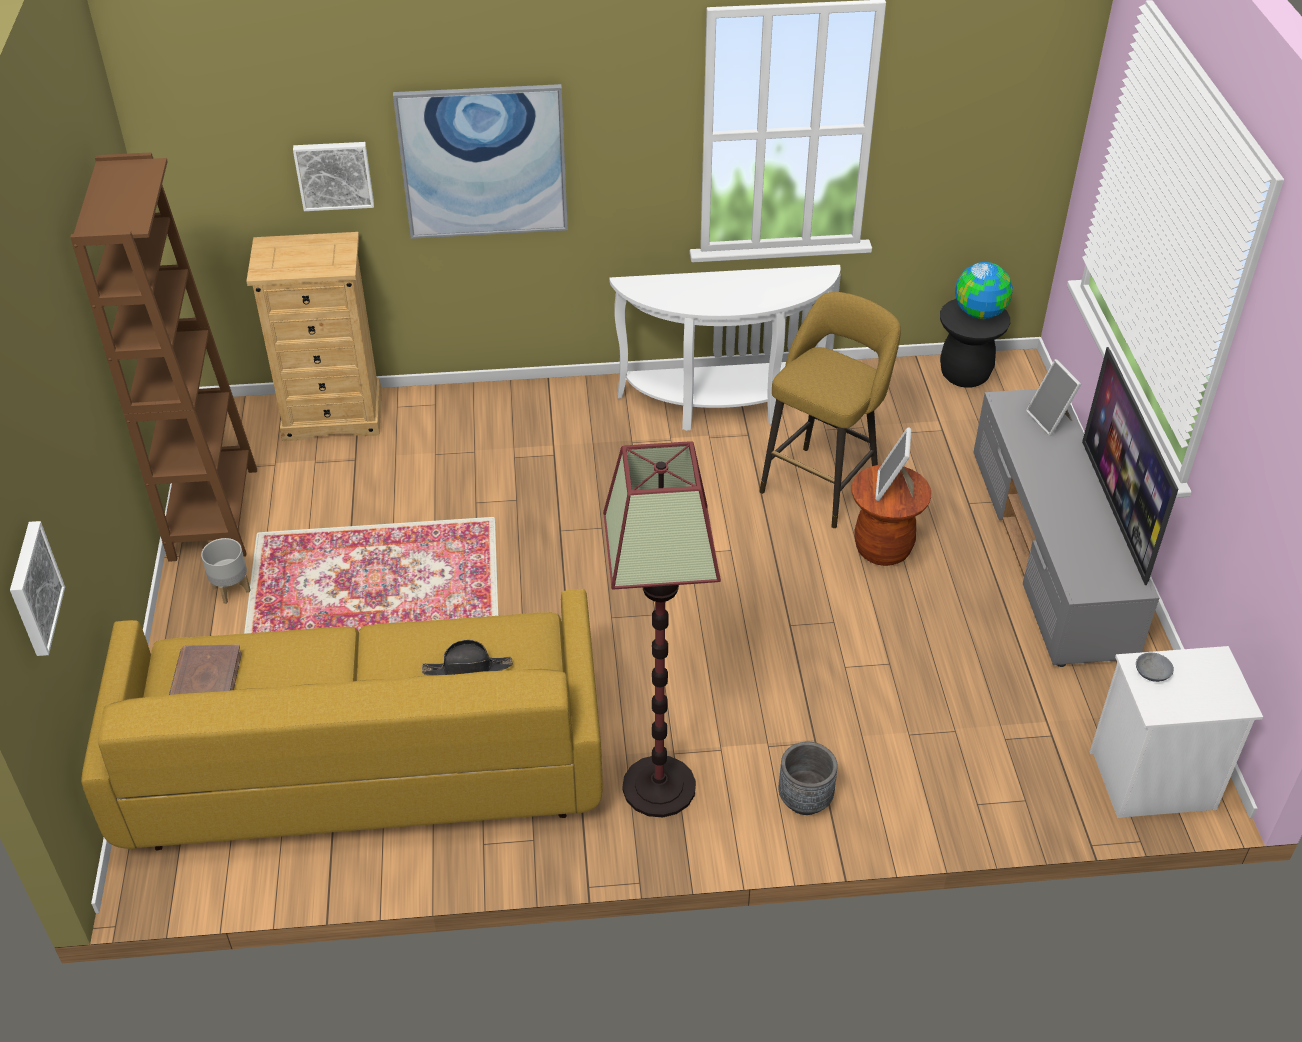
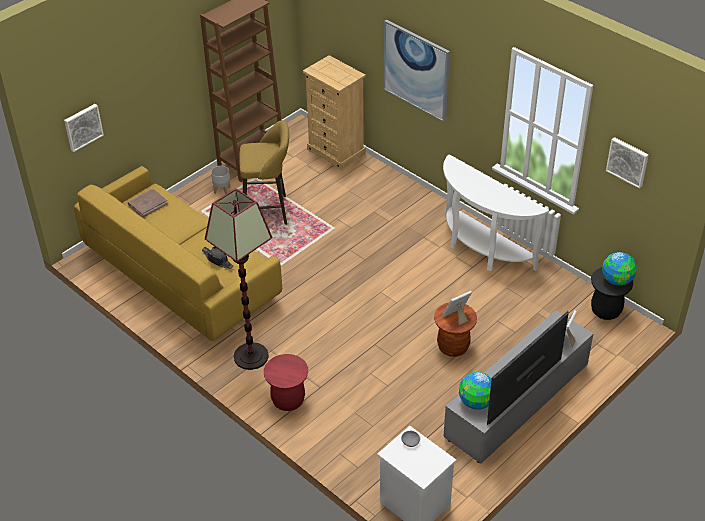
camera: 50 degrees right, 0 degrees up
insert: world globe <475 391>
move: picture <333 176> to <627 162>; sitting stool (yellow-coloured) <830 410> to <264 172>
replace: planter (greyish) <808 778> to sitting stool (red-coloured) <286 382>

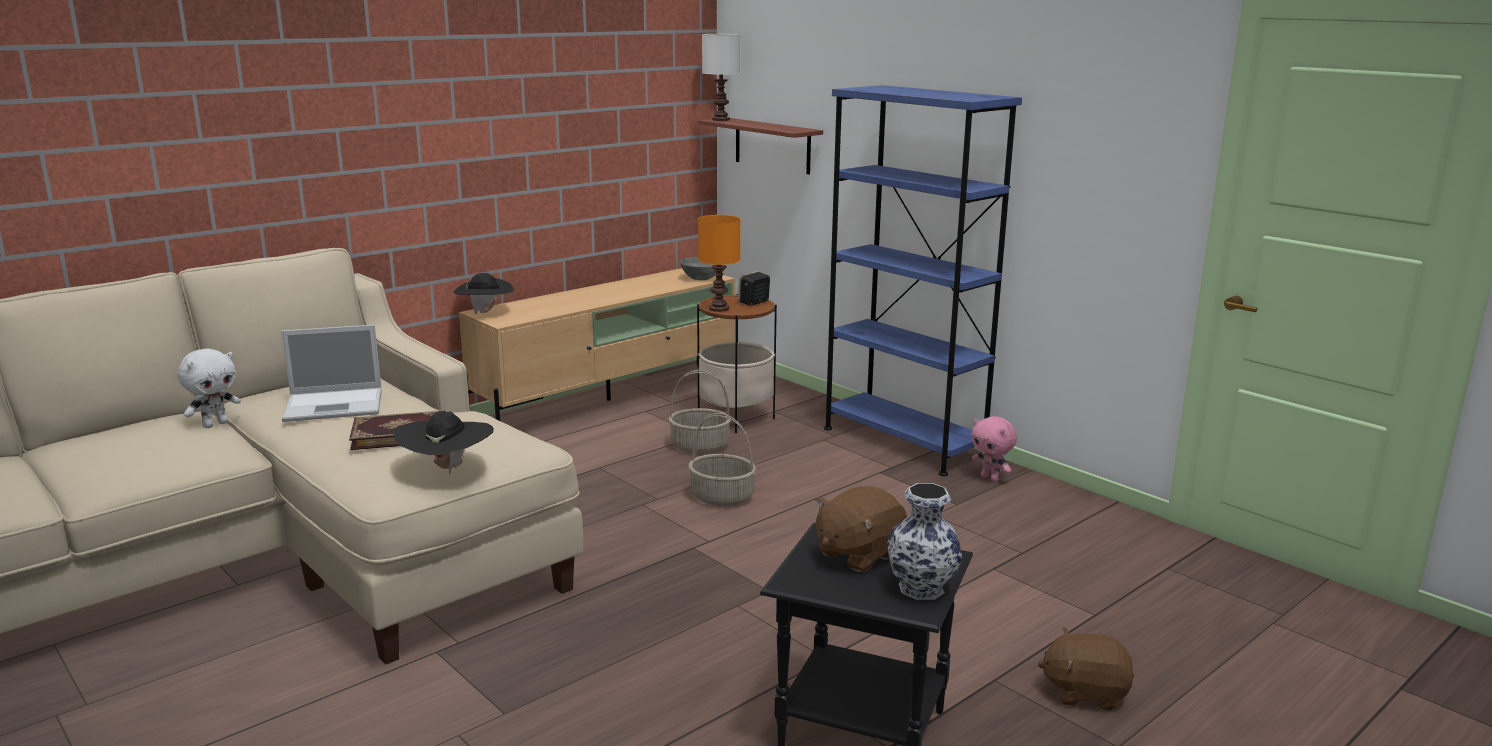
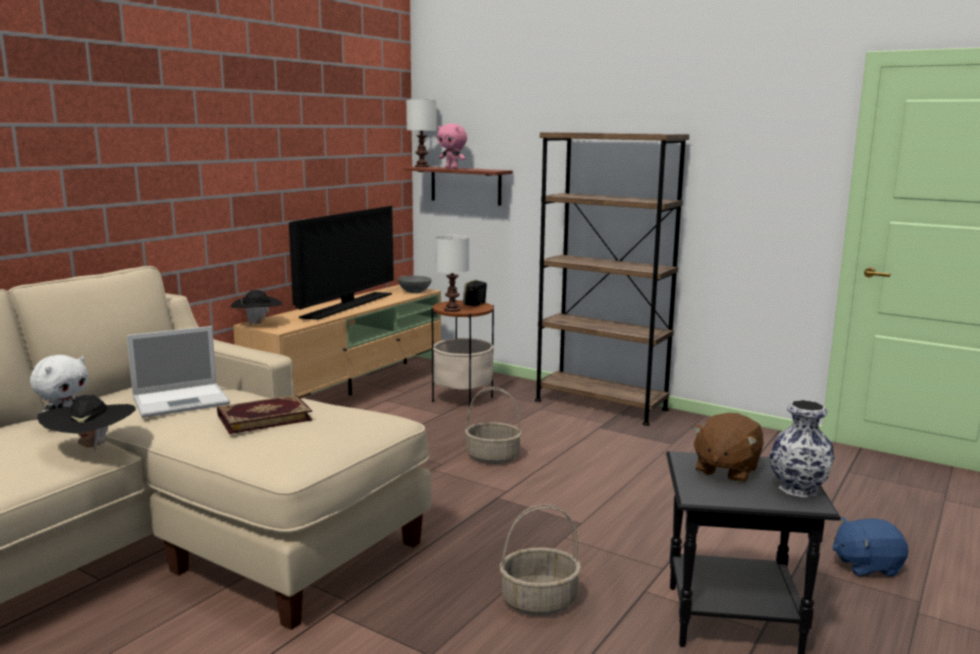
camera: 15 degrees left, 5 degrees down
insert: television <341 263>
move: clothing hat (black-coloured) <443 442> to <86 423>; basket <699 412> to <540 560>; cuddly toy (pink) <994 449> to <452 146>
recolor: table lamp (orangey) <719 263> to table lamp (white) <452 273>; bookcase (bluish) <923 280> to bookcase (brown) <612 279>; cuddly toy (brown) <1086 669> to cuddly toy (bluish) <870 547>

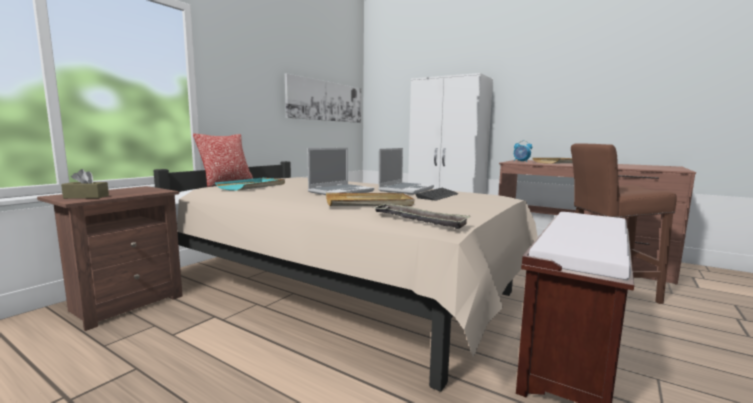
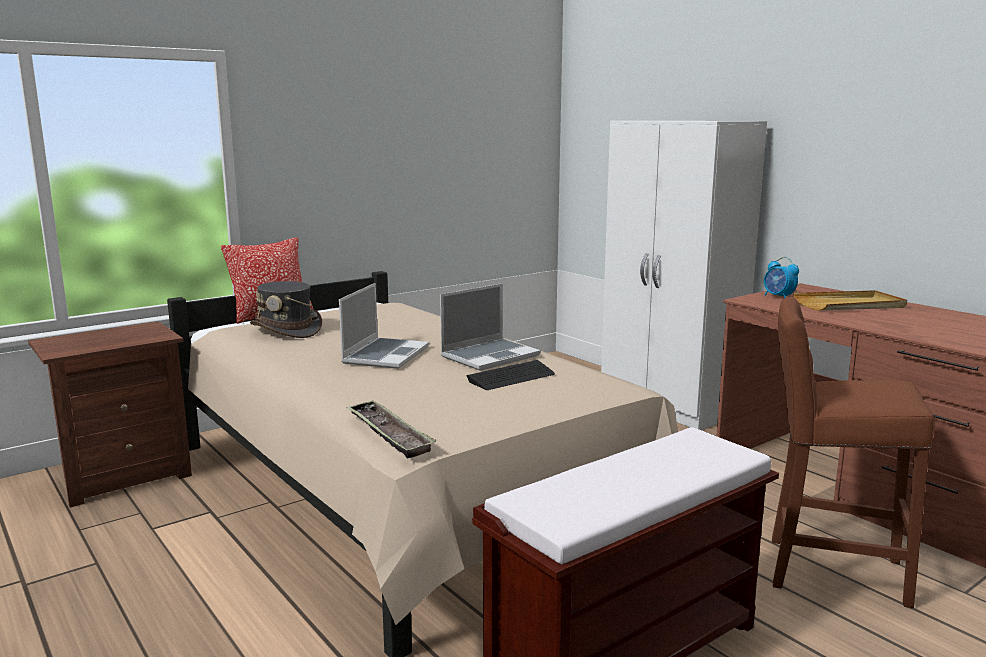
camera: 20 degrees right, 5 degrees up
delete: tissue holder (brown) <85 184>; picture <323 98>; serving tray (beige) <370 199>
replace: serving tray (blue-green) <250 184> to clothing hat (greyish) <286 309>
rotate: laptop <341 171> = <384 326> 45 degrees counterclockwise

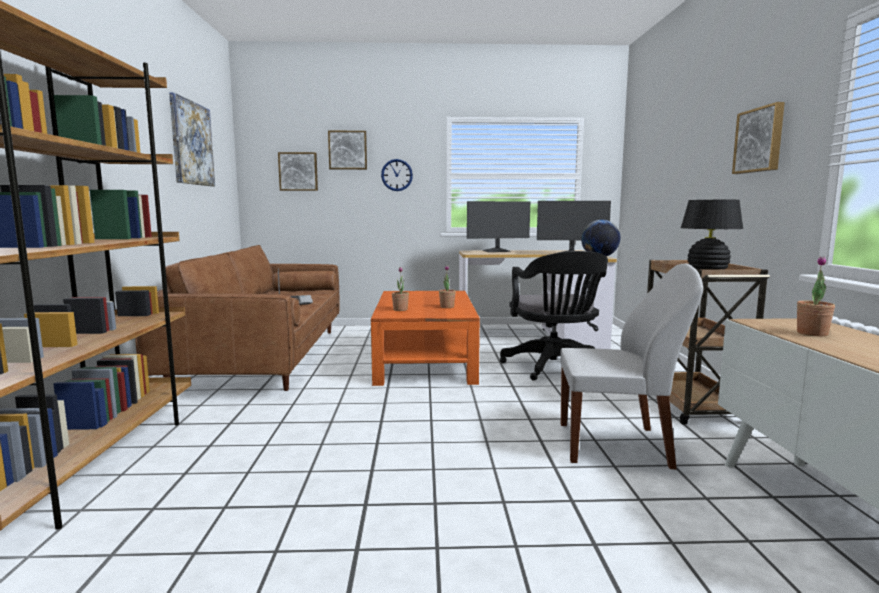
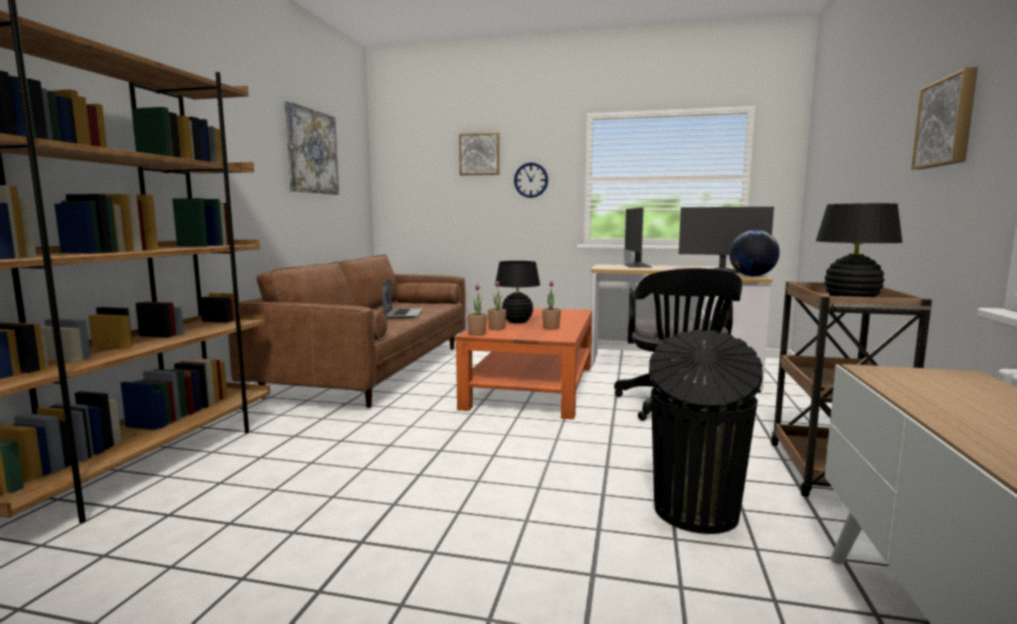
camera: 15 degrees right, 0 degrees up
delete: picture <298 171>
insert: table lamp (black-coloured) <517 292>
move: houseplant <816 296> to <477 310>
replace: chair (white) <631 366> to waste bin (black-coloured) <706 432>
rotate: computer display <498 226> = <638 238> 90 degrees clockwise

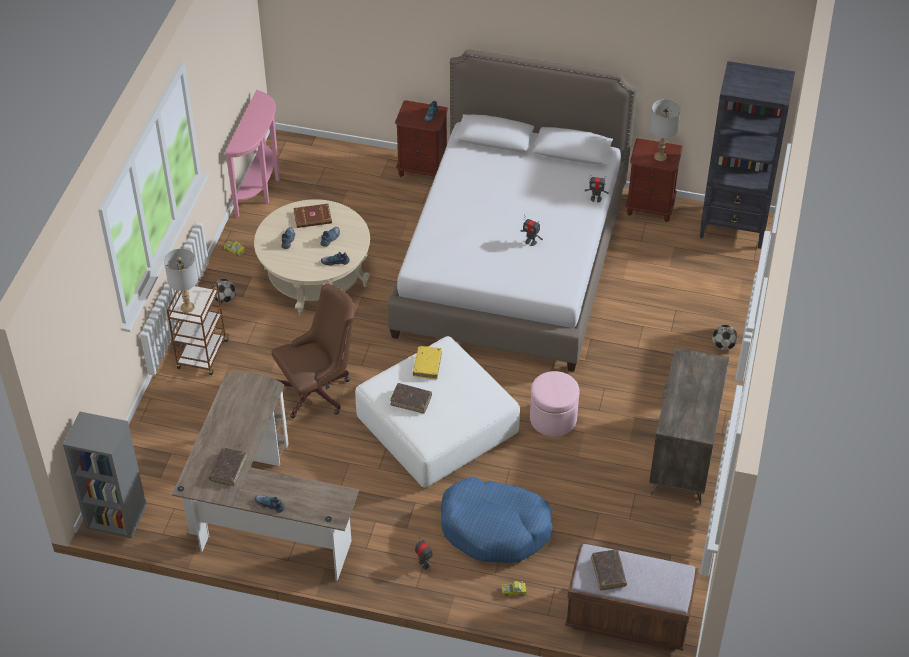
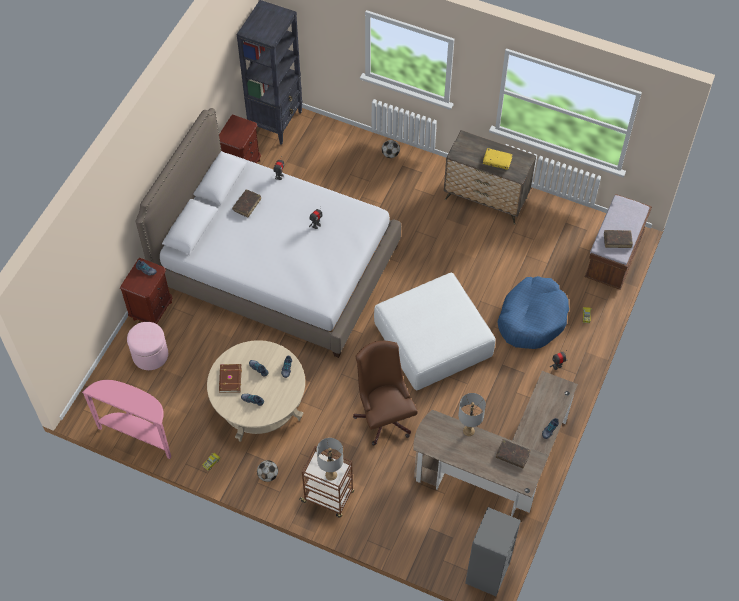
camera: 80 degrees left, 10 degrees up
move: volume (brown) <411 398> to <246 203>; volume (yellow-coloured) <427 362> to <497 159>; ottoman (pink) <555 404> to <147 346>; table lamp (greyish) <665 130> to <472 414>

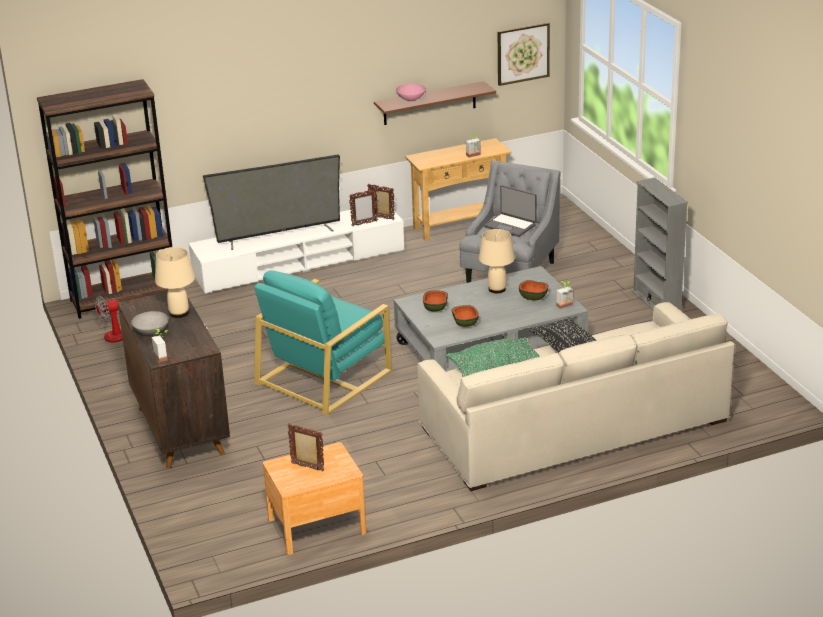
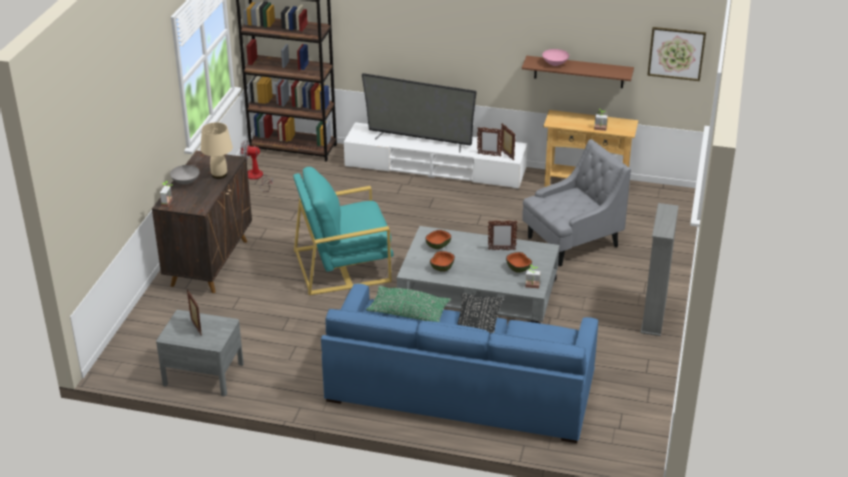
camera: 35 degrees right, 5 degrees up
delete: laptop <510 211>
replace: table lamp (beige) <497 261> to standing frame <502 235>
recolor: nightstand (brown) <314 498> to nightstand (greyish) <200 353>; settee (beige) <576 396> to settee (bluish) <459 363>

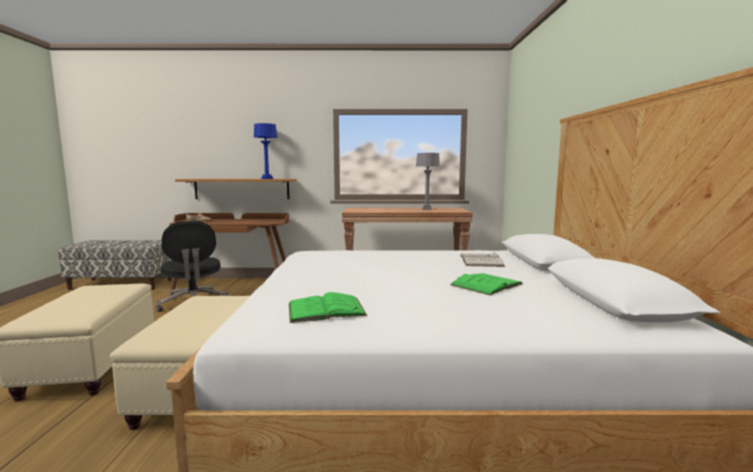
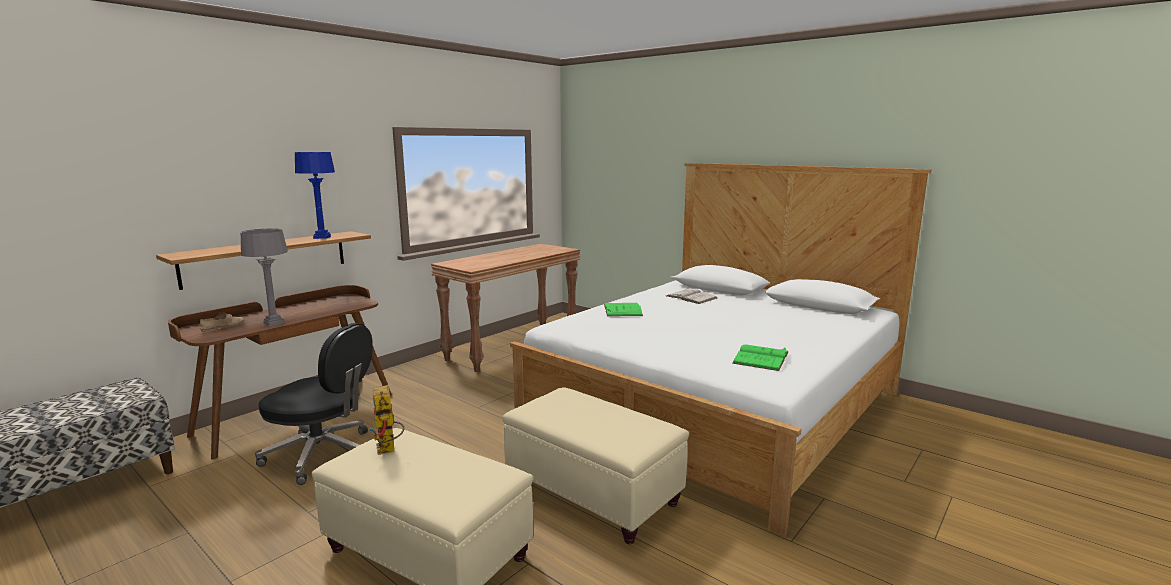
camera: 50 degrees left, 5 degrees up
insert: model robot <387 420>
move: table lamp (greyish) <428 181> to <264 277>; volume (greenish) <486 284> to <623 310>

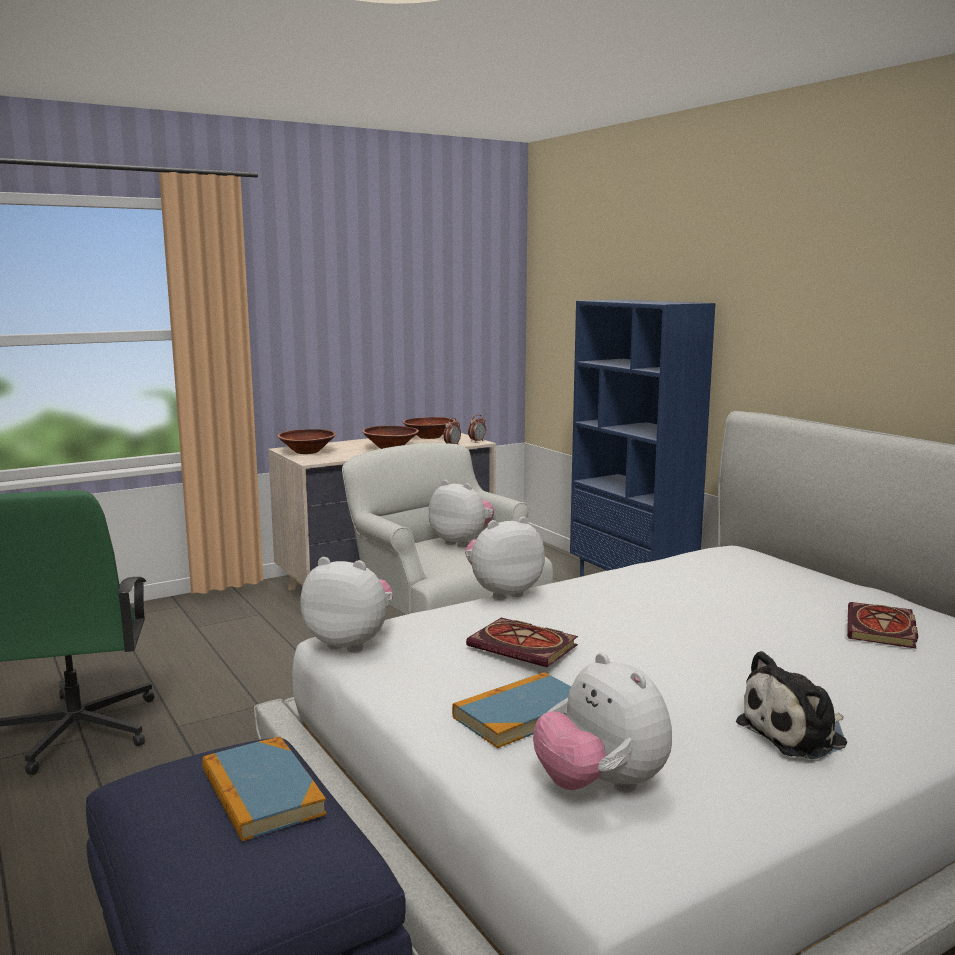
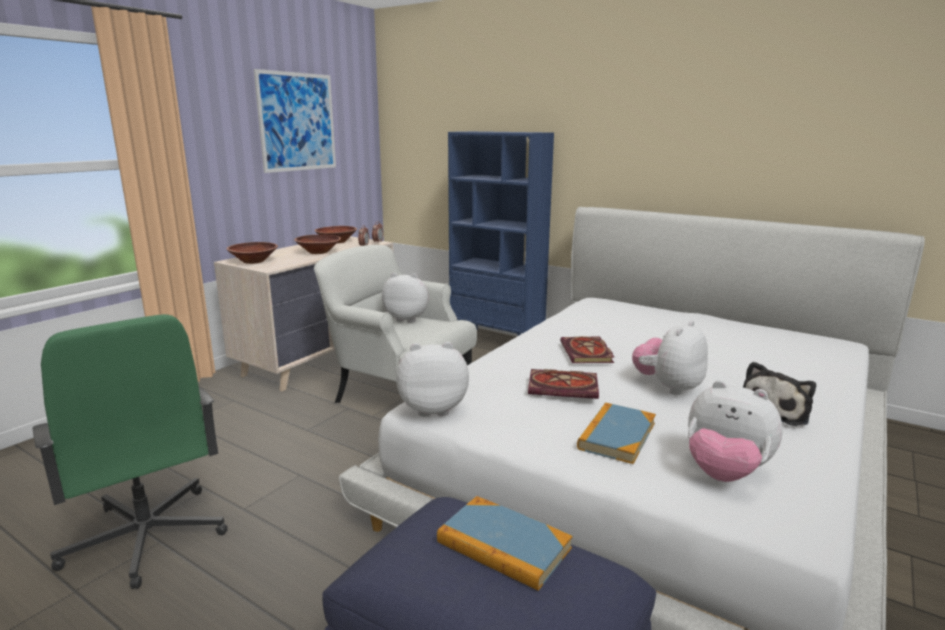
camera: 25 degrees left, 5 degrees up
insert: picture <294 121>
move: cuddly toy <505 558> to <670 357>; volume <882 625> to <587 349>

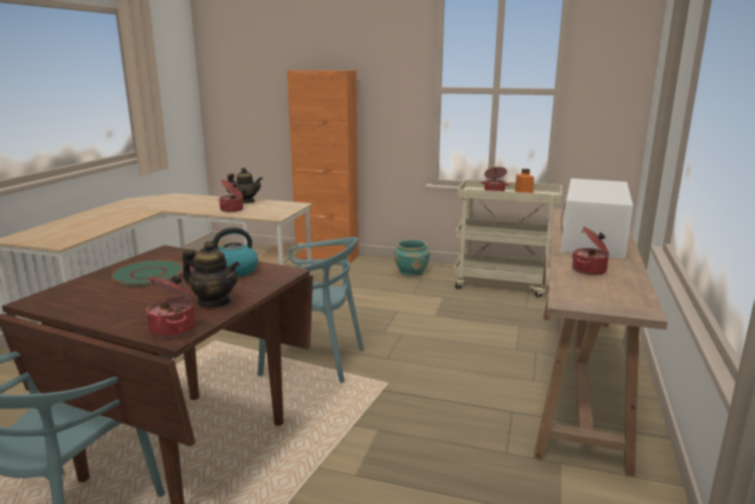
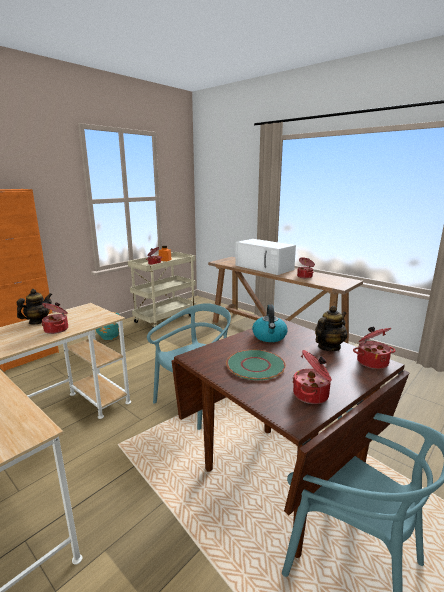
camera: 65 degrees left, 0 degrees up
insert: stockpot <312 377>

